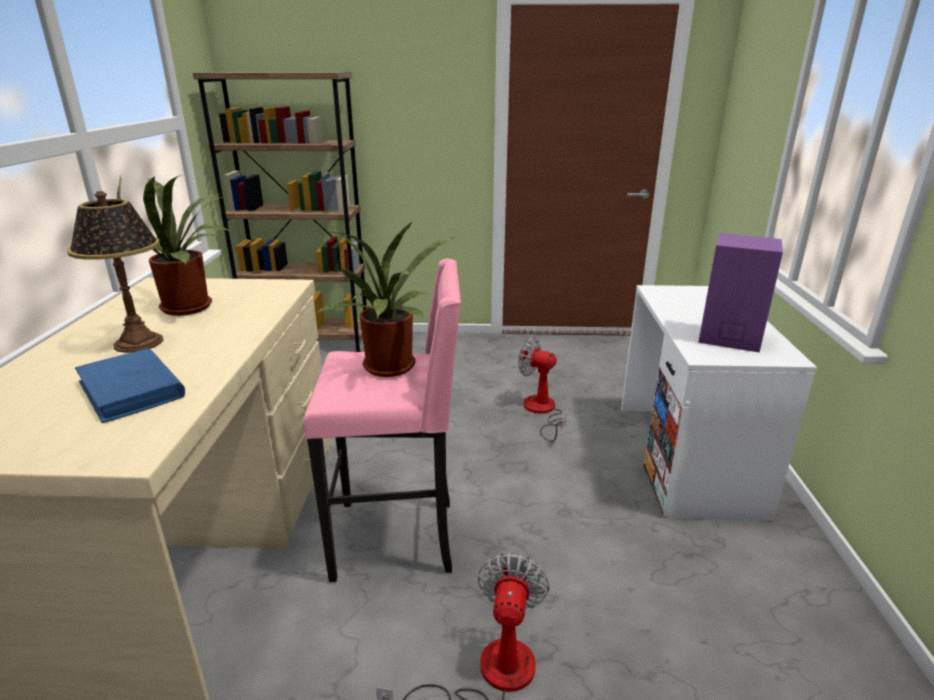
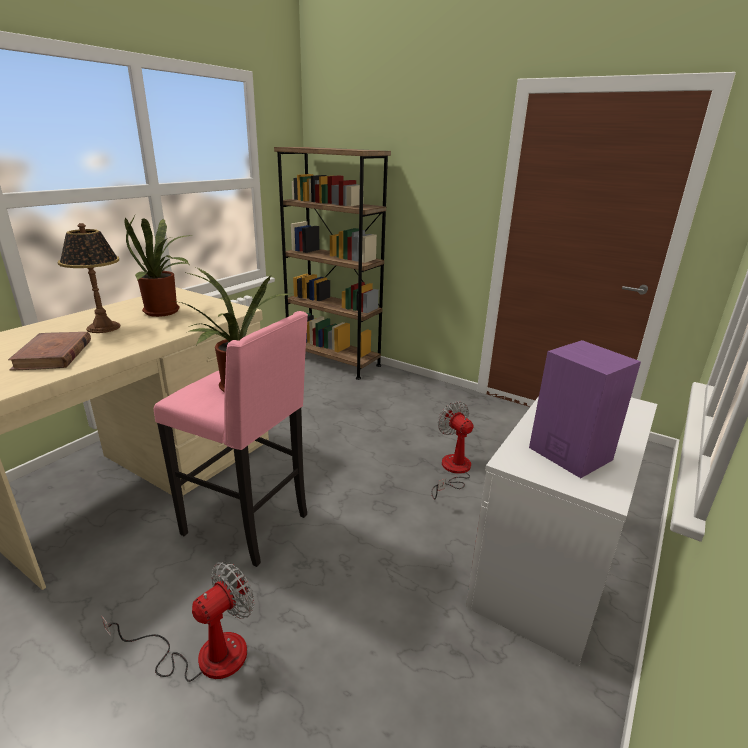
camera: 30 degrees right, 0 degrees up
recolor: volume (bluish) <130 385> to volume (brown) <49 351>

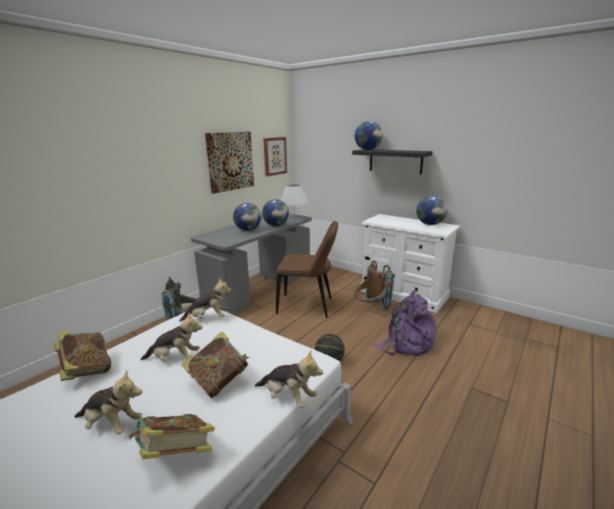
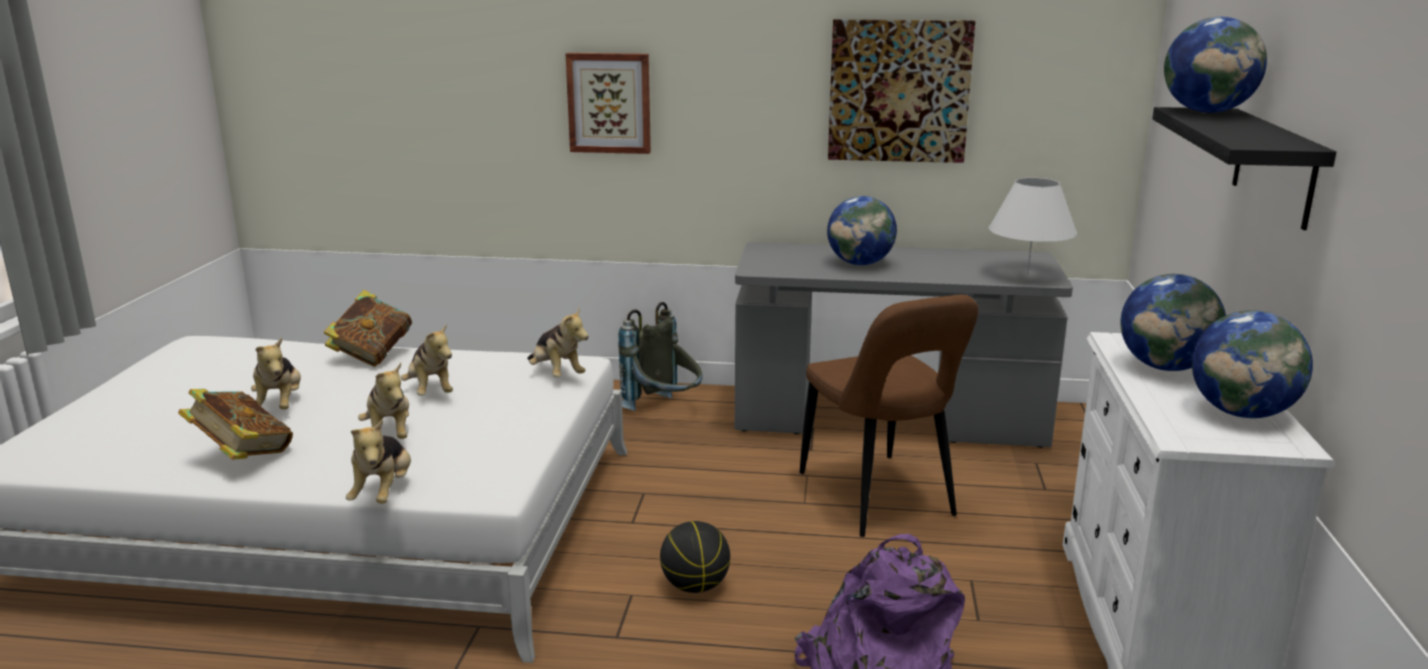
camera: 60 degrees right, 0 degrees up
delete: knapsack (brown) <374 286>
move: world globe <275 212> to <1173 322>; picture <275 156> to <608 103>
replace: volume <215 365> to cuddly toy <383 401>

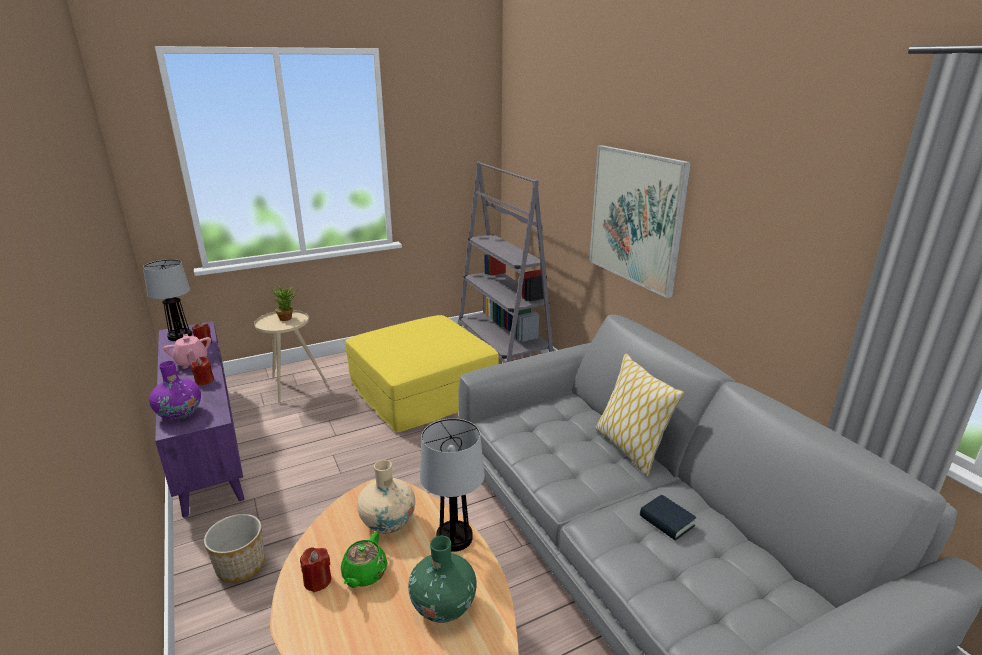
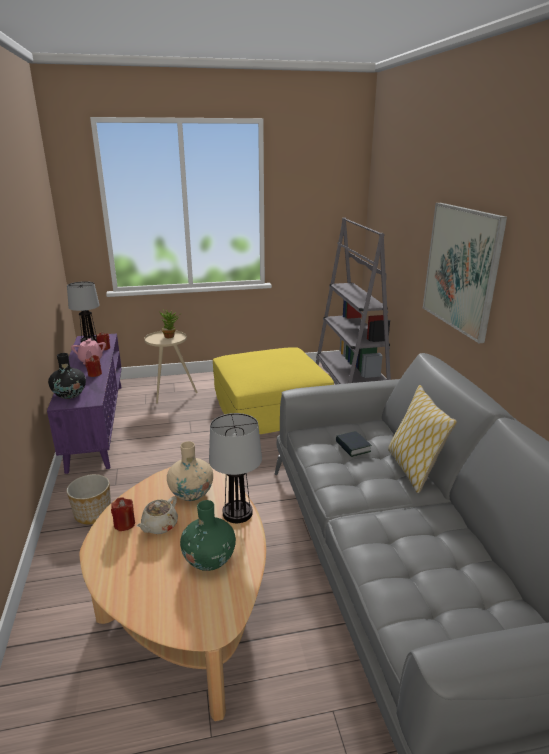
camera: 15 degrees right, 0 degrees up
move: volume <668 518> to <353 444>
recolor: decorative vase (purple-coloured) <175 391> to decorative vase (black-coloured) <67 376>; tea pot (greenish) <364 560> to tea pot (beige) <157 515>

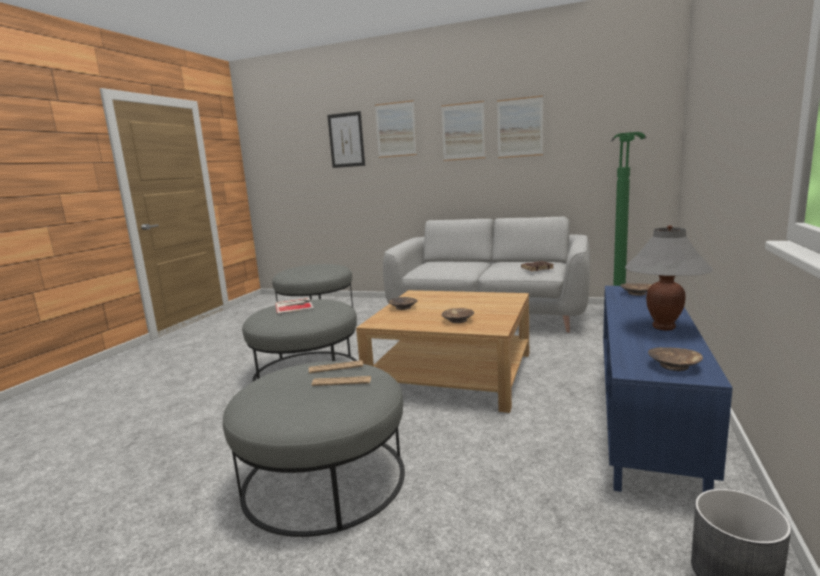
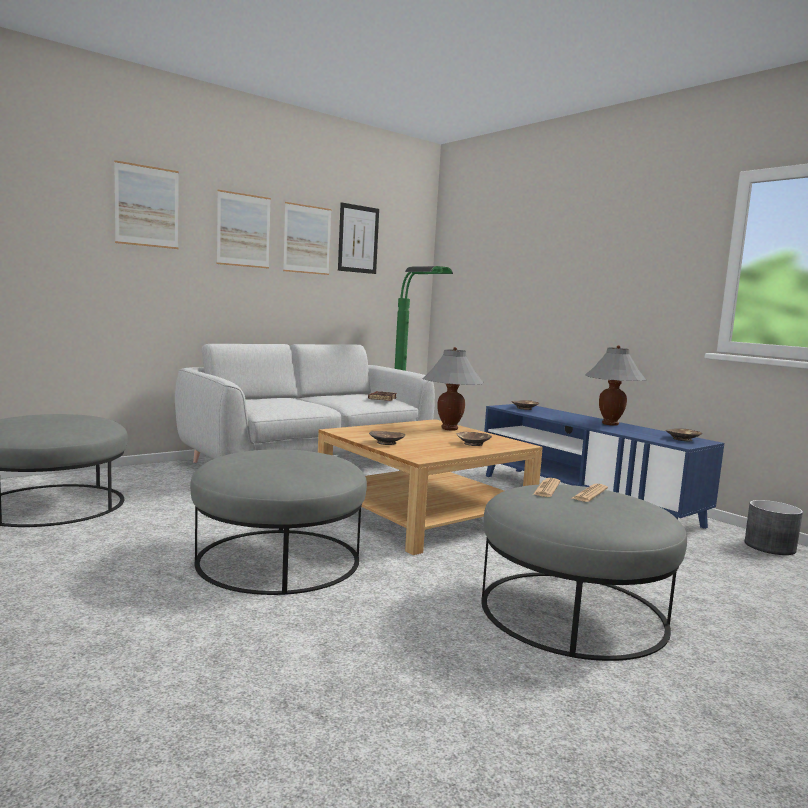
camera: 60 degrees left, 5 degrees down
delete: volume <294 306>
insert: table lamp (greyish) <453 389>
move: picture <346 139> to <358 238>

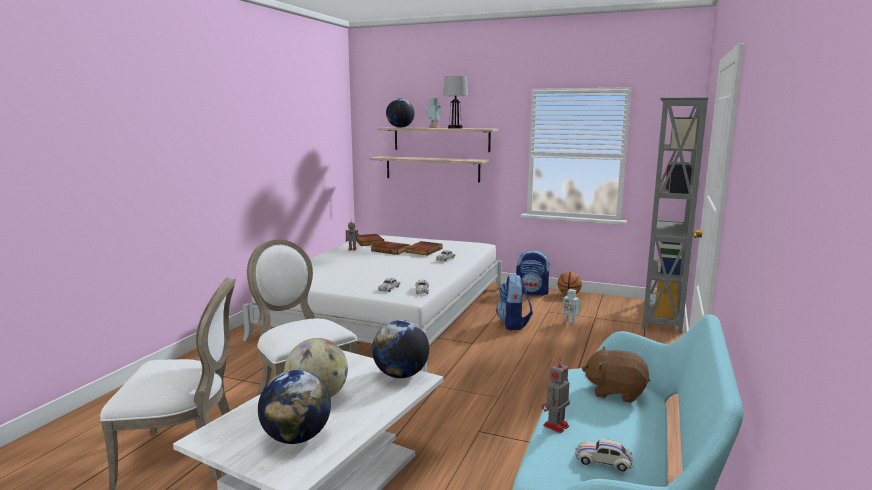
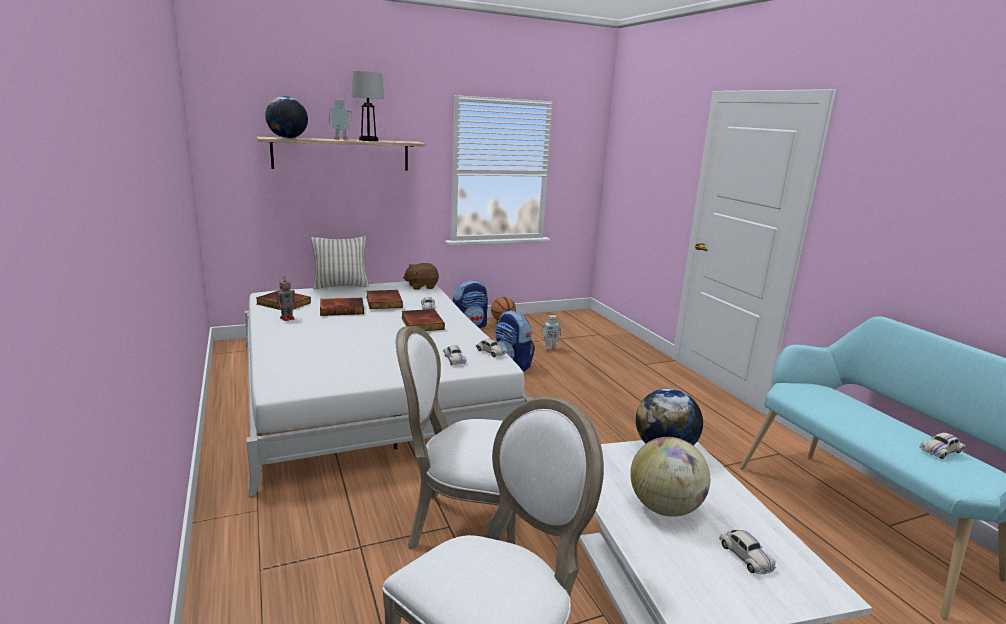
camera: 45 degrees left, 5 degrees up
delete: shelf <429 169>; model robot <556 395>; bookcase (greyish) <675 215>
insert: cushion <340 262>; volume <423 320>
move: cuddly toy (brown) <616 375> to <421 276>
replace: world globe <294 407> to model car (white) <748 552>

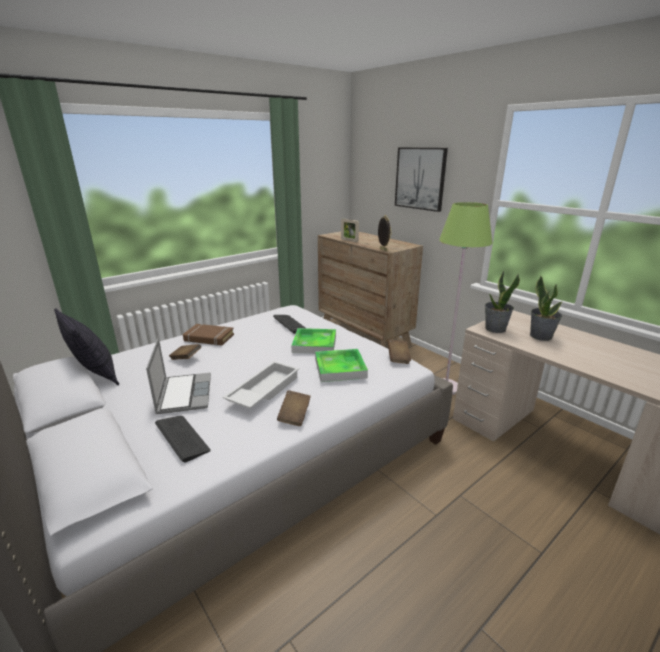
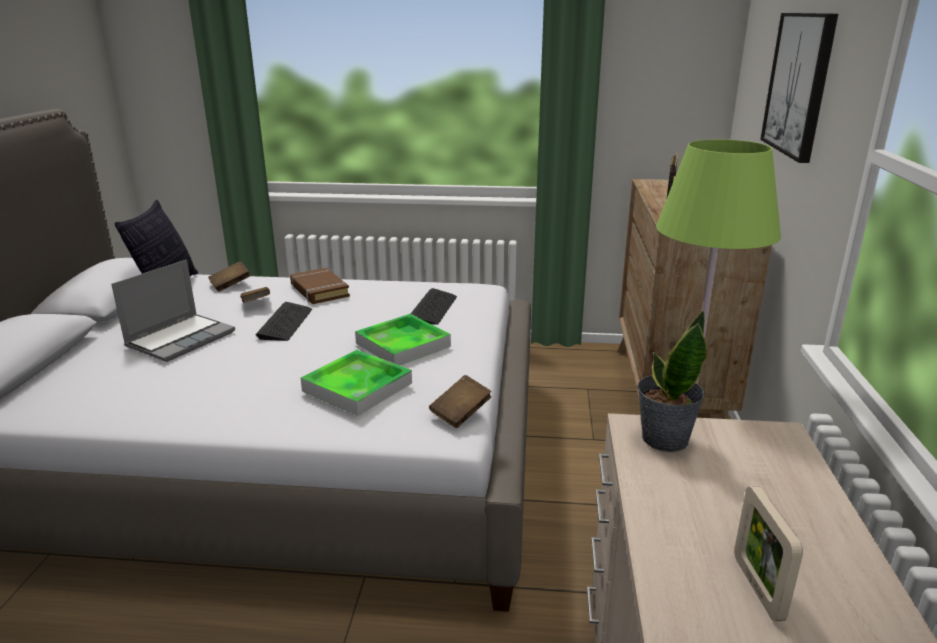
camera: 45 degrees right, 0 degrees up
delete: serving tray (white) <261 385>; houseplant <546 308>
move: keyboard <183 439> to <283 321>; volume (brown) <294 408> to <229 276>; standing frame <350 230> to <768 553>

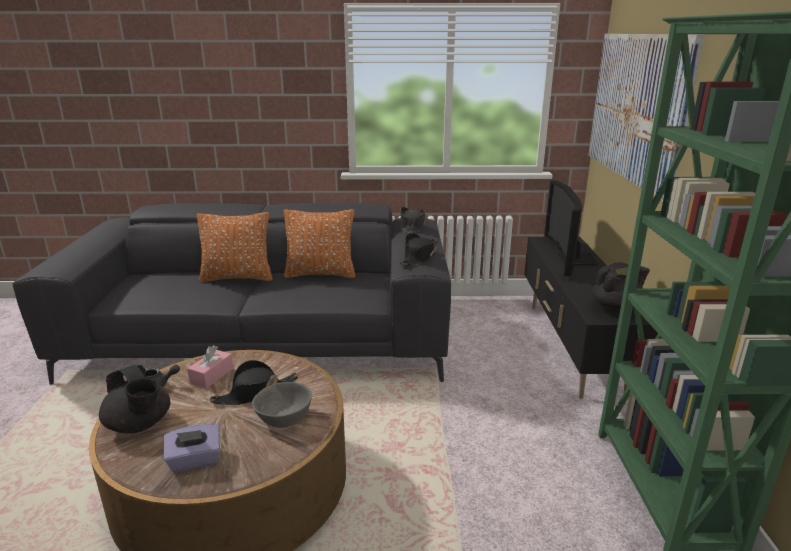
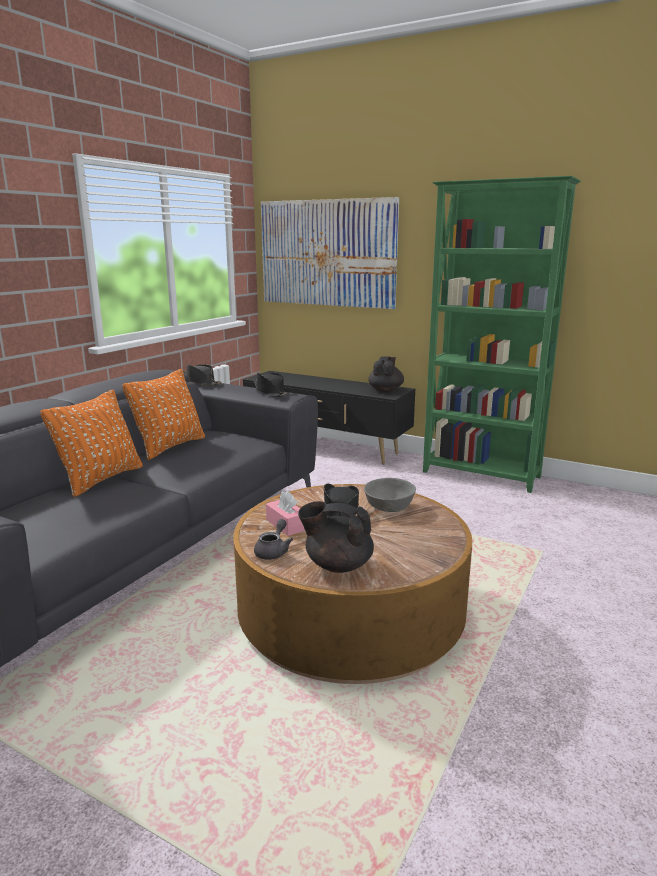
camera: 60 degrees left, 5 degrees down
delete: tissue holder (purple-coloured) <191 448>; television <571 228>
rotate: tea pot (black-coloured) <134 399> = <336 537> 150 degrees counterclockwise

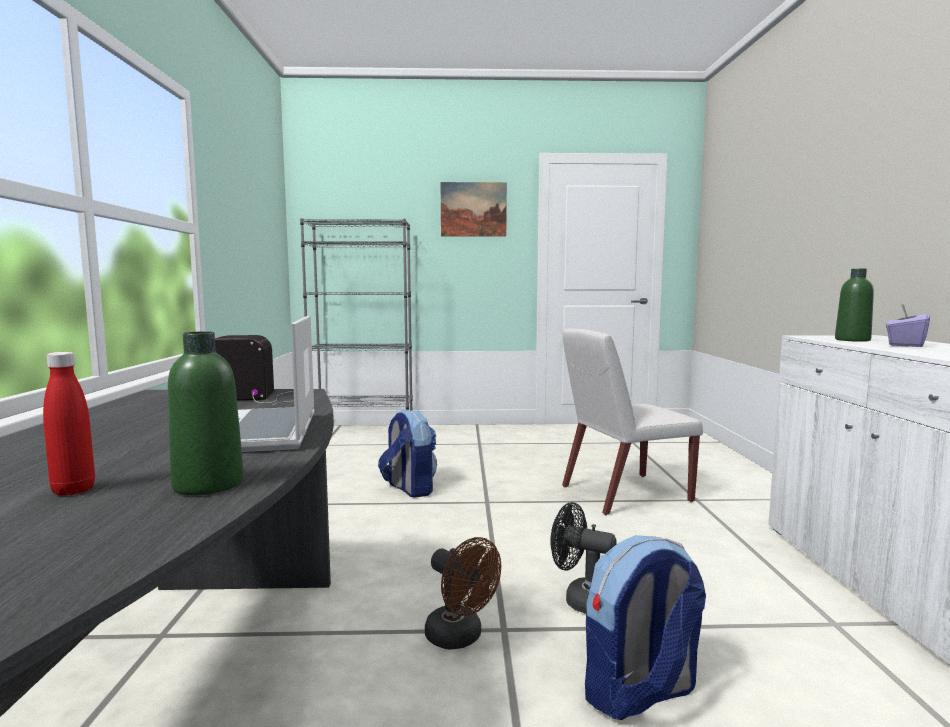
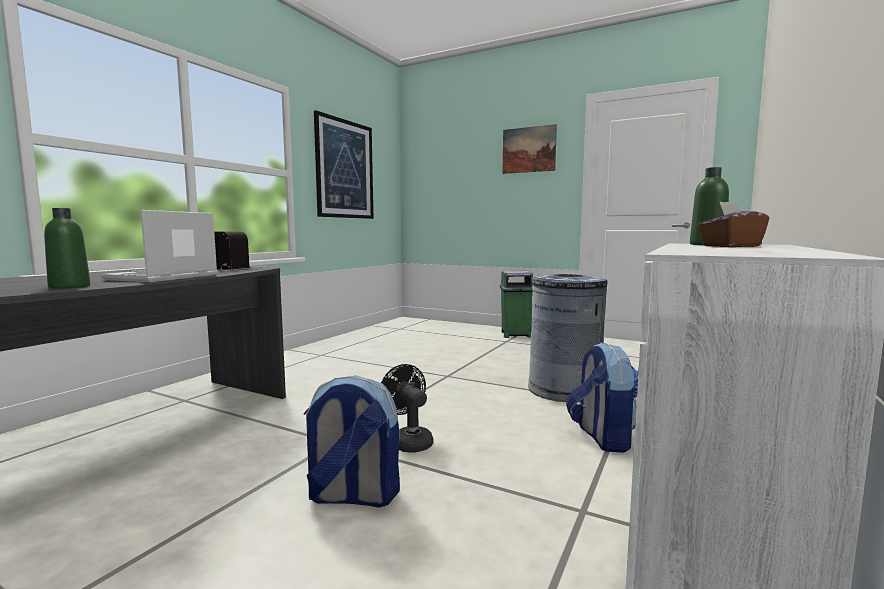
camera: 30 degrees right, 0 degrees up
delete: bottle (red-coloured) <69 424>; bookcase (greyish) <356 314>; fan (brown) <463 593>
insert: picture <343 164>; waste bin (greenish) <516 304>
move: knapsack <407 453> to <602 397>
replace: chair (white) <632 422> to waste bin (greyish) <567 338>
recolor: tissue holder (purple-coloured) <908 325> to tissue holder (brown) <733 224>

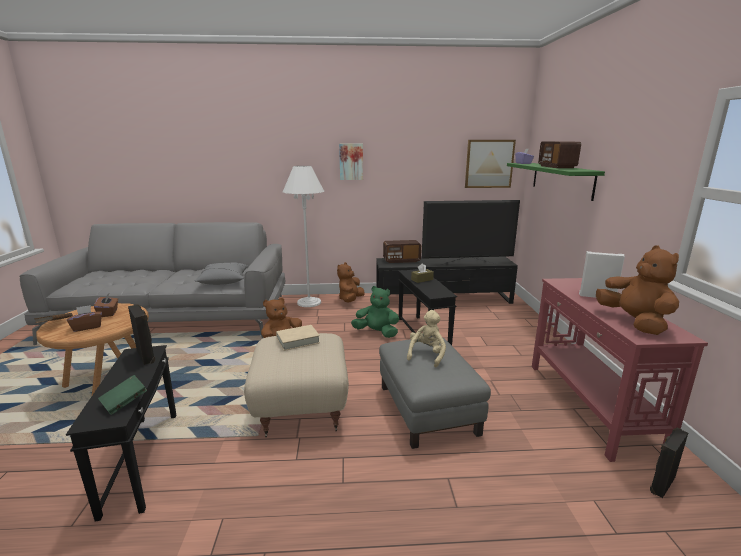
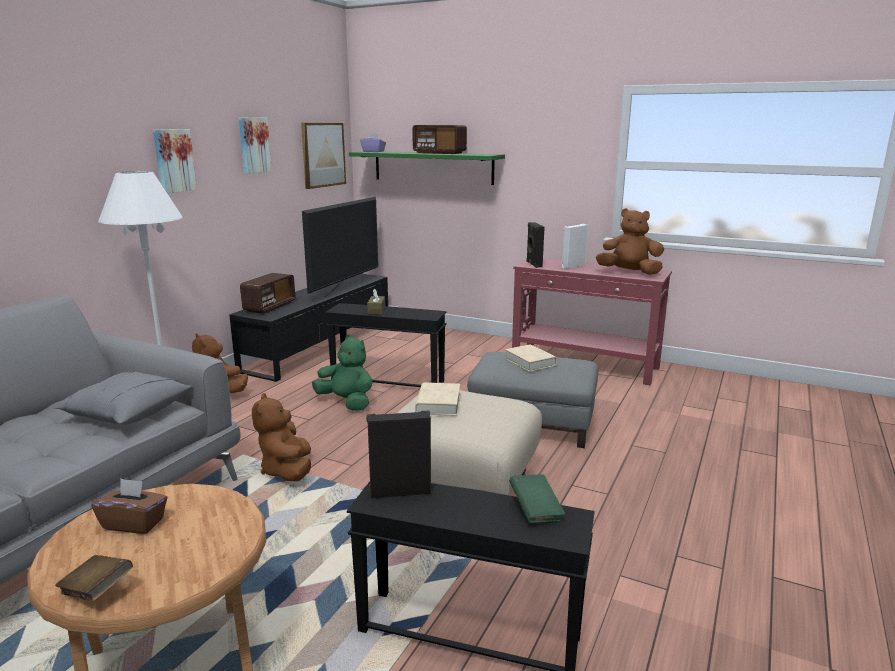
camera: 60 degrees left, 0 degrees up
delete: tissue holder (brown) <84 318>
insert: picture <255 146>
move: audio speaker (black-coloured) <669 462> to <535 245>
replace: cuddly toy (beige) <426 338> to volume (beige) <531 358>
rotate: cuddly toy (greenish) <375 312> = <342 372> 75 degrees clockwise

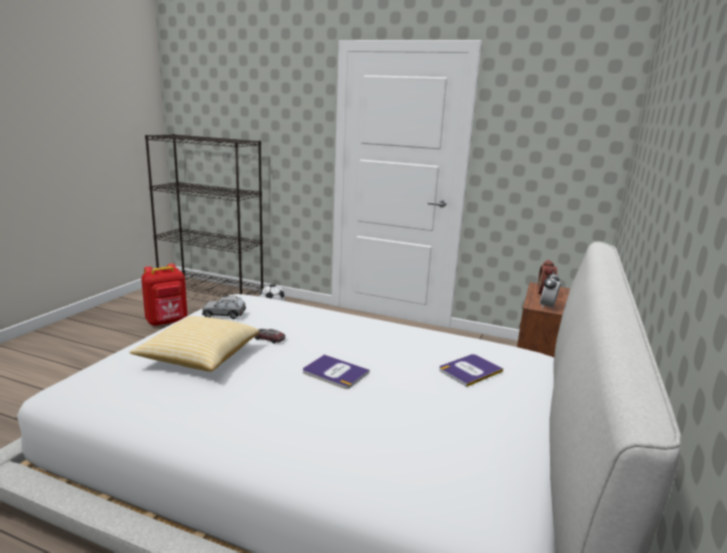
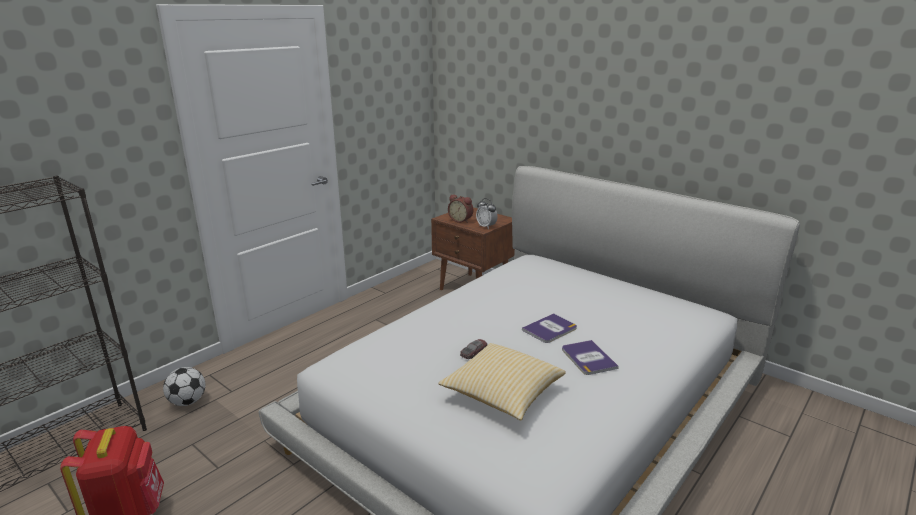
camera: 70 degrees left, 5 degrees up
delete: model car (greyish) <224 307>
move: volume <471 370> to <590 357>

